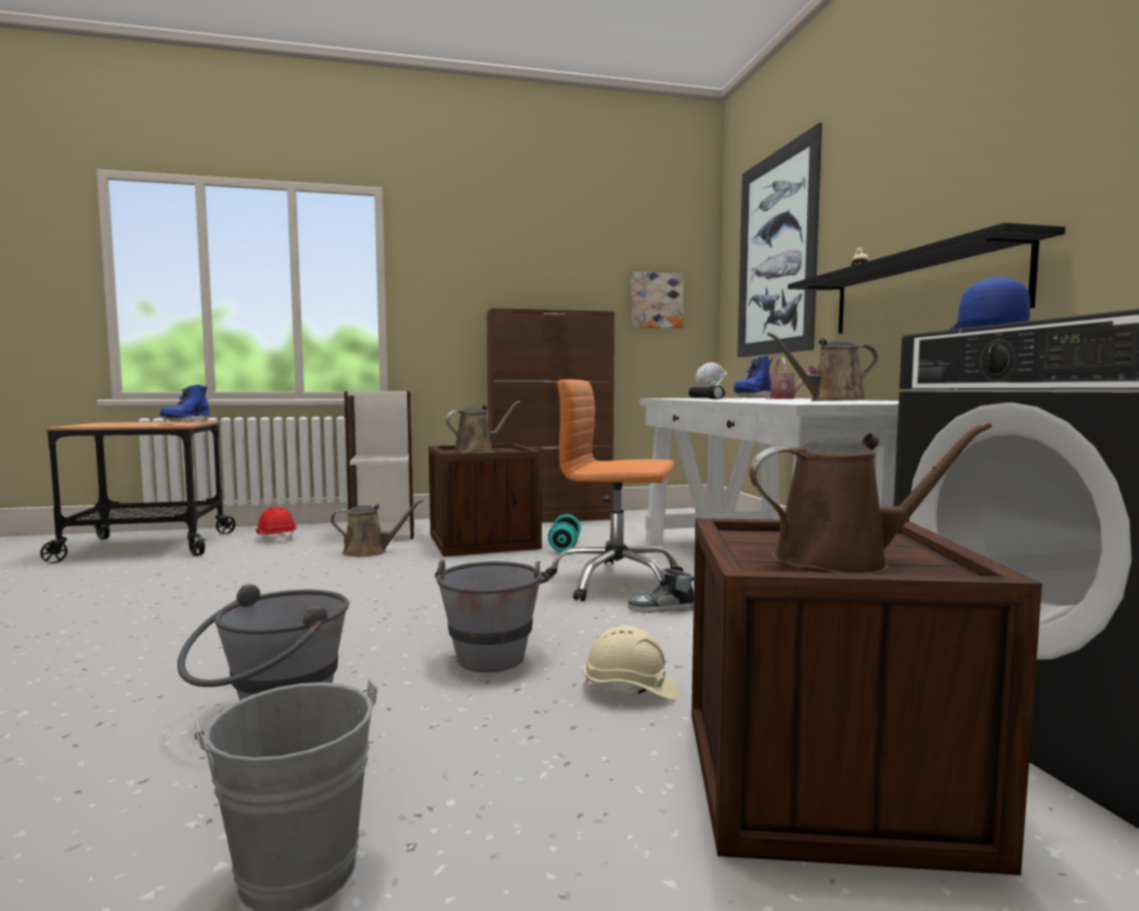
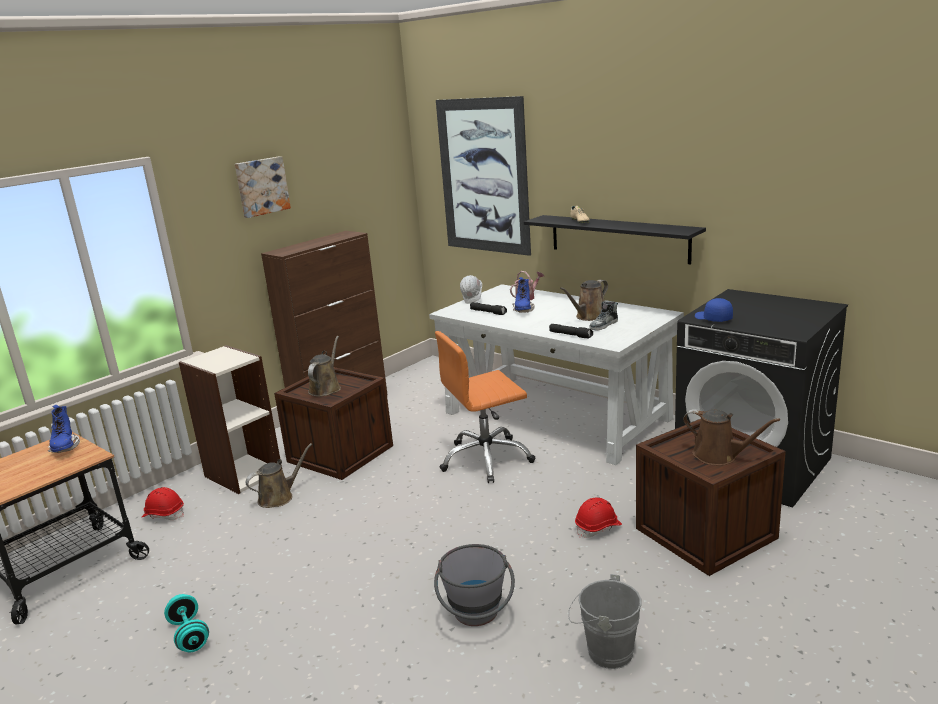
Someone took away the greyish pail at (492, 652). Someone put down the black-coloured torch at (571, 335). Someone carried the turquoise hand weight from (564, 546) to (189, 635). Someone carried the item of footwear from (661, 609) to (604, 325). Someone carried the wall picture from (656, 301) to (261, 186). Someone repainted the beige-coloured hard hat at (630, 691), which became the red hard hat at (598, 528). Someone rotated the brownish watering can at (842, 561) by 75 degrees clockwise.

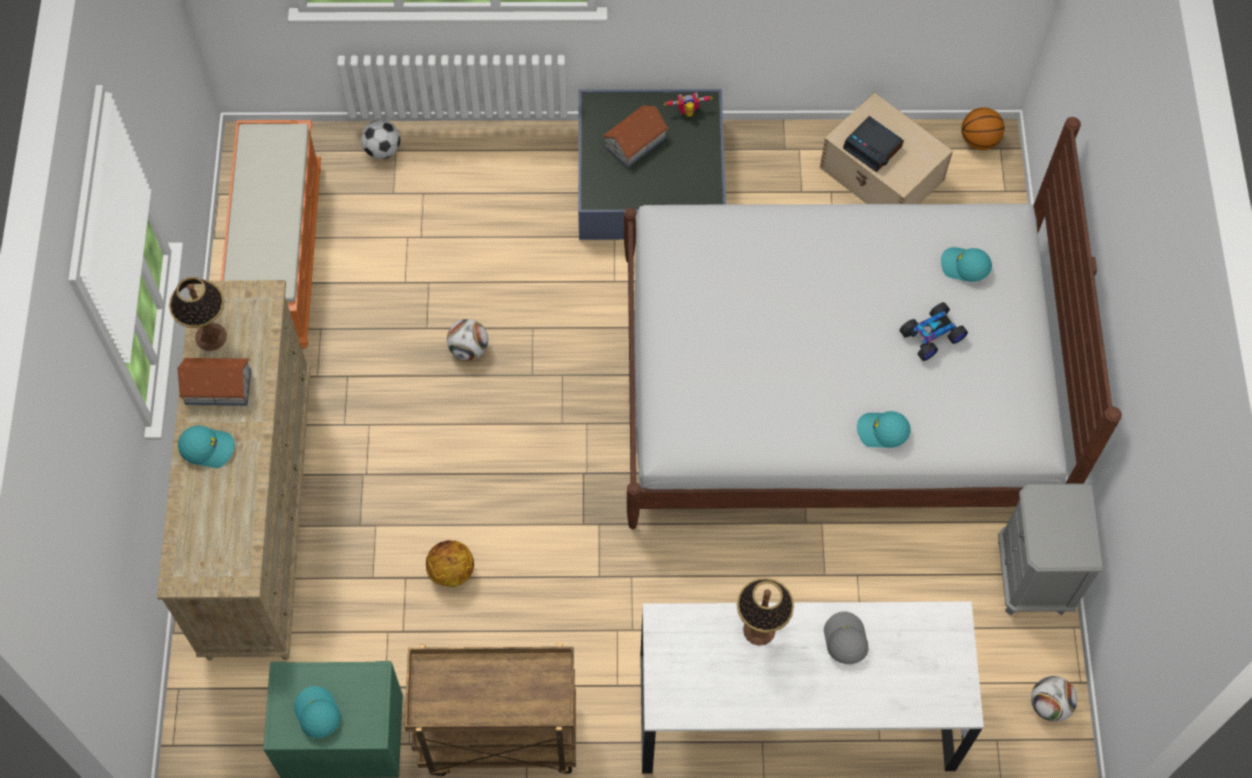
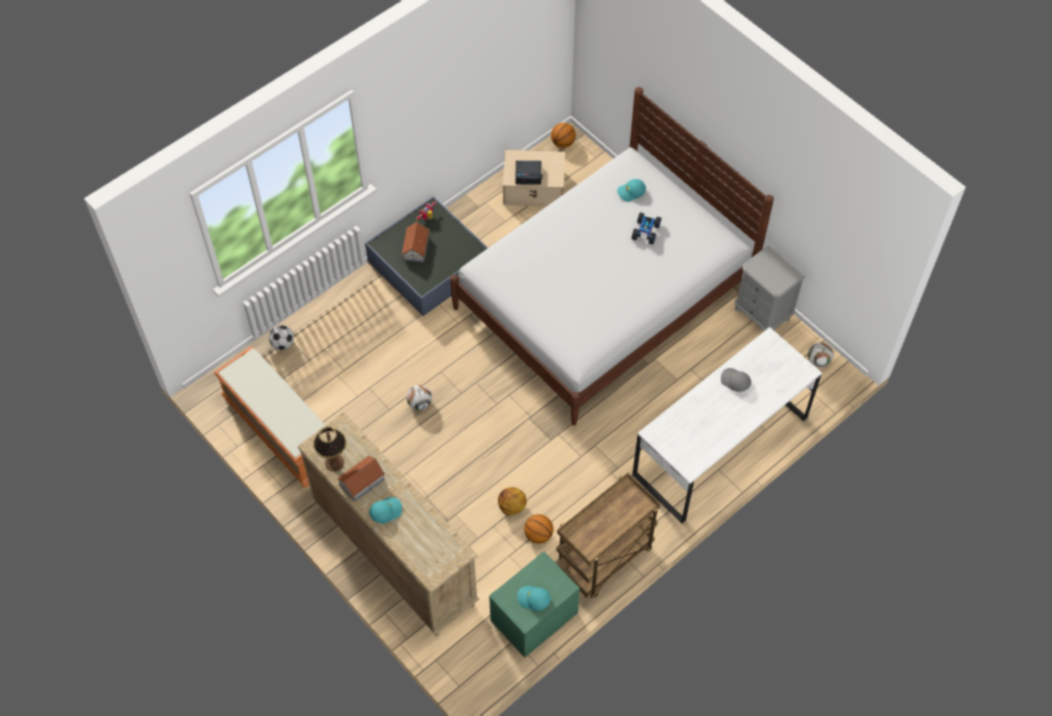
Someone took away the table lamp at (759, 629). Someone took away the turquoise baseball cap at (882, 432). Someone put down the basketball ball at (538, 534).

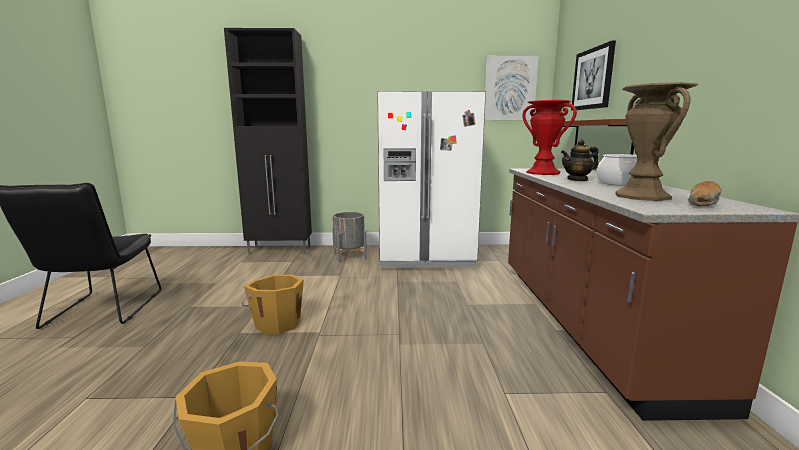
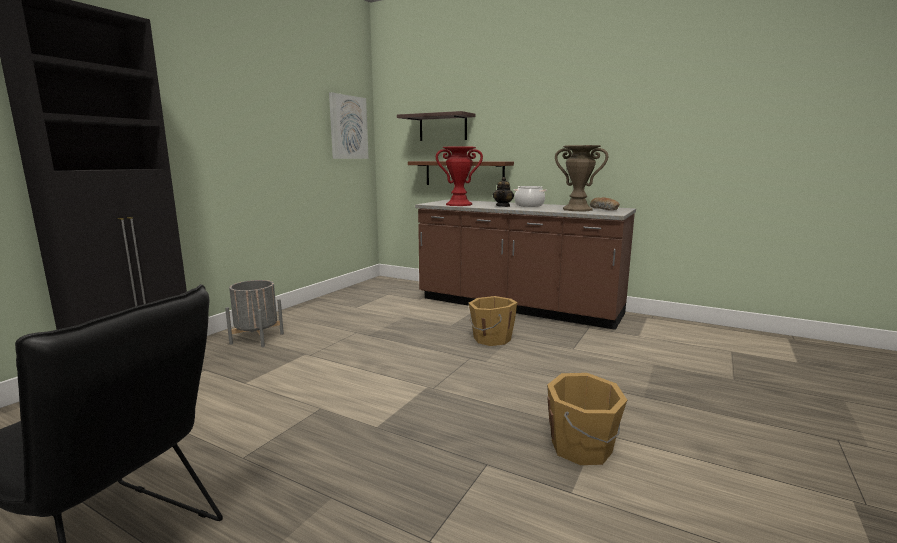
Someone took away the white-coloured refrigerator at (425, 256). Someone carried the orangey pail from (277, 323) to (491, 339). Someone swapped the wall picture at (593, 79) for the shelf at (443, 127).

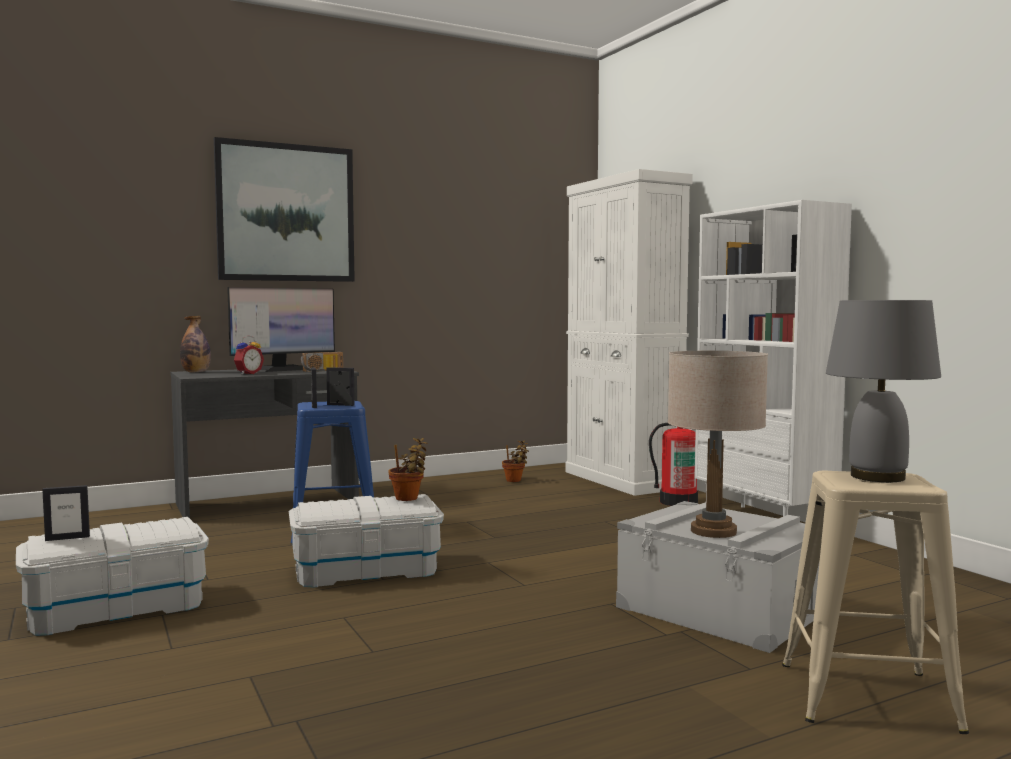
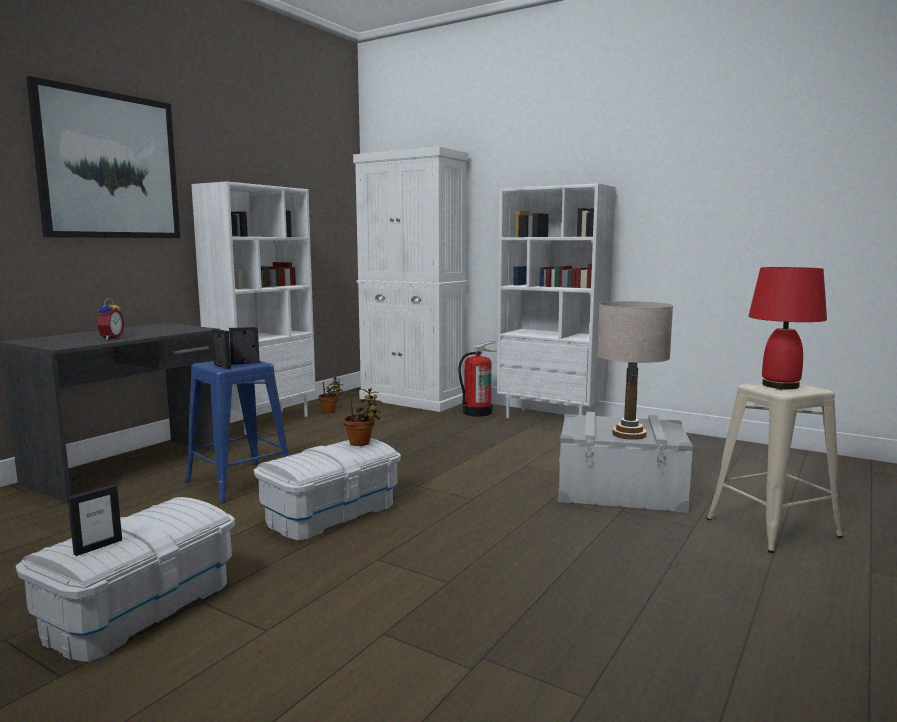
Someone took away the beverage bottle at (196, 372). Someone took away the monitor at (283, 369). Someone took away the radio receiver at (323, 371). Someone put down the white-coloured shelving unit at (264, 421). Someone repainted the greyish table lamp at (876, 477), which became the red table lamp at (779, 385).

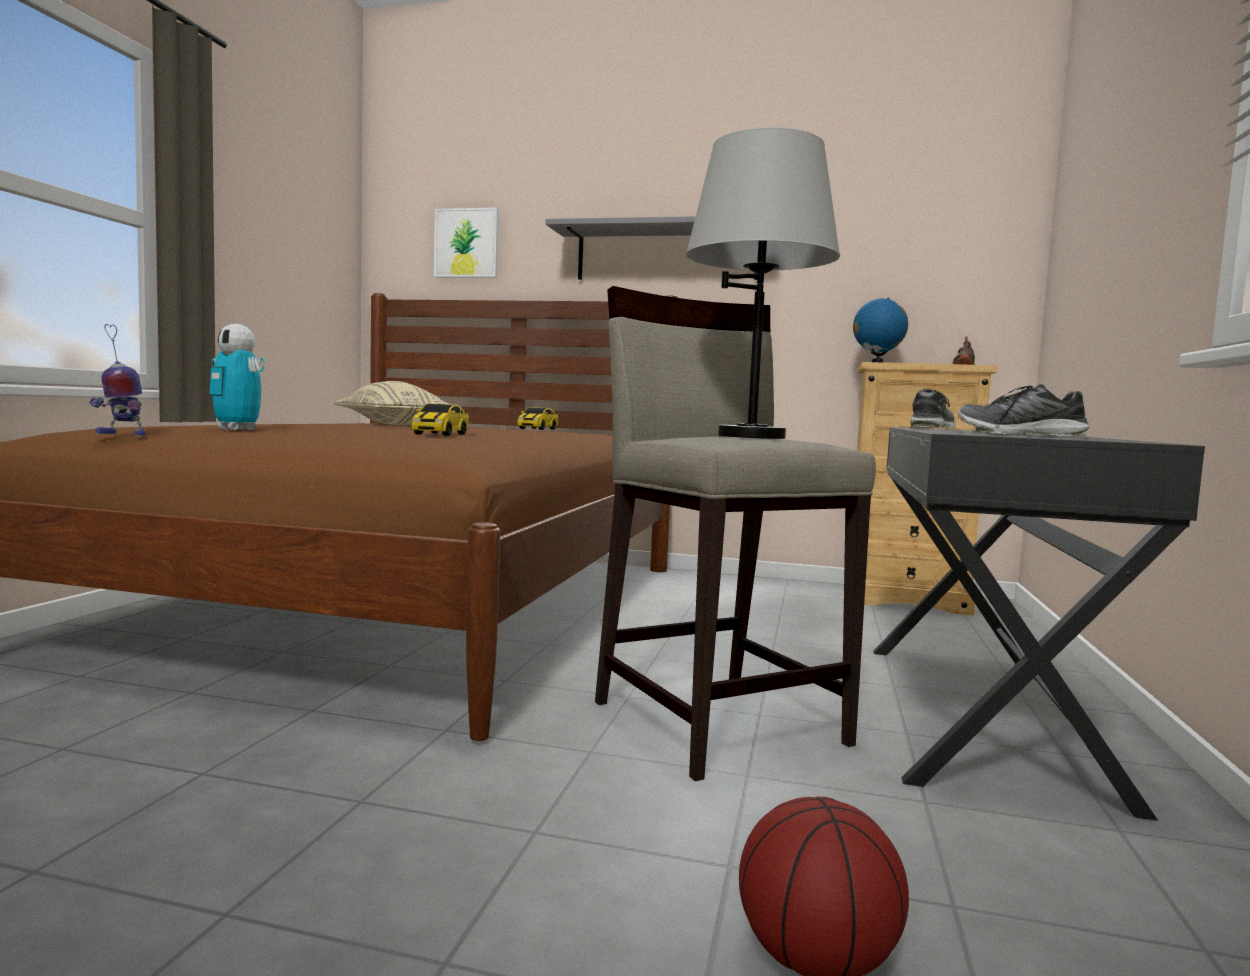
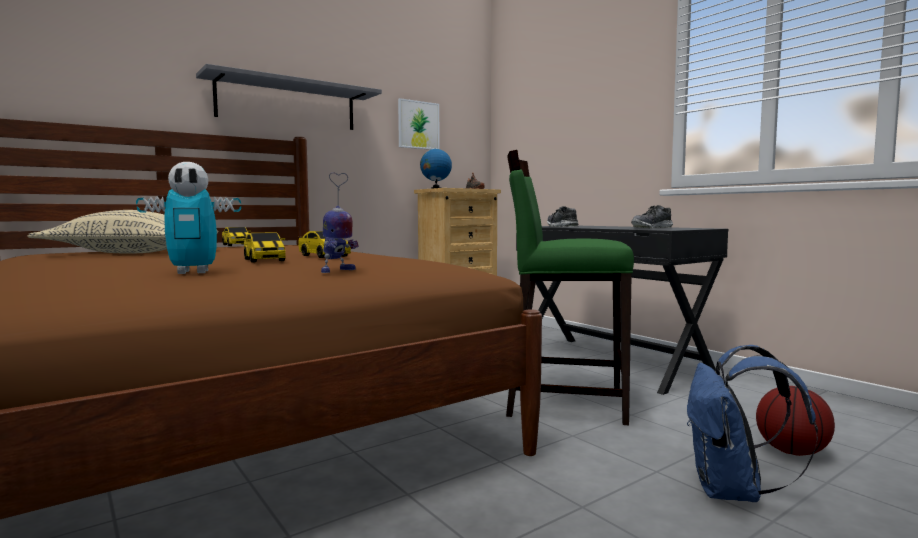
Someone took away the greyish table lamp at (751, 437). Someone put down the toy car at (264, 260). Someone put down the blue backpack at (732, 491). Someone carried the toy robot from (121, 434) to (337, 271). Someone carried the wall picture from (466, 243) to (418, 125). Someone repainted the beige-coloured stool at (718, 721), which became the green-coloured stool at (564, 401).

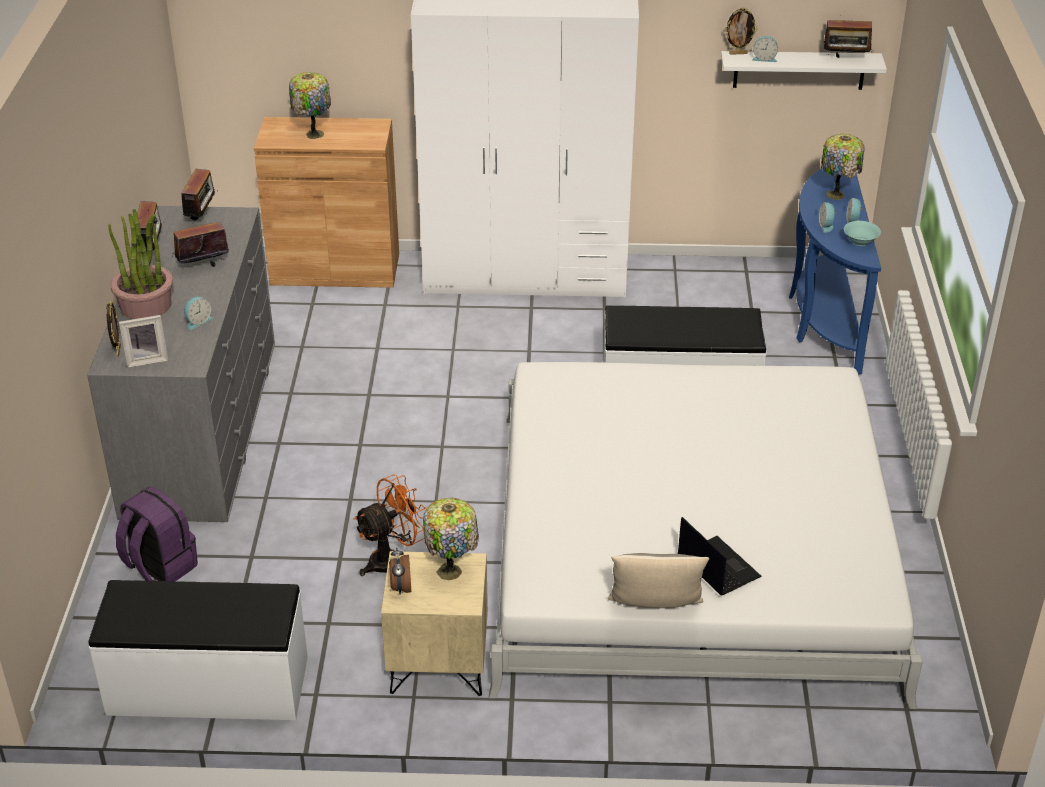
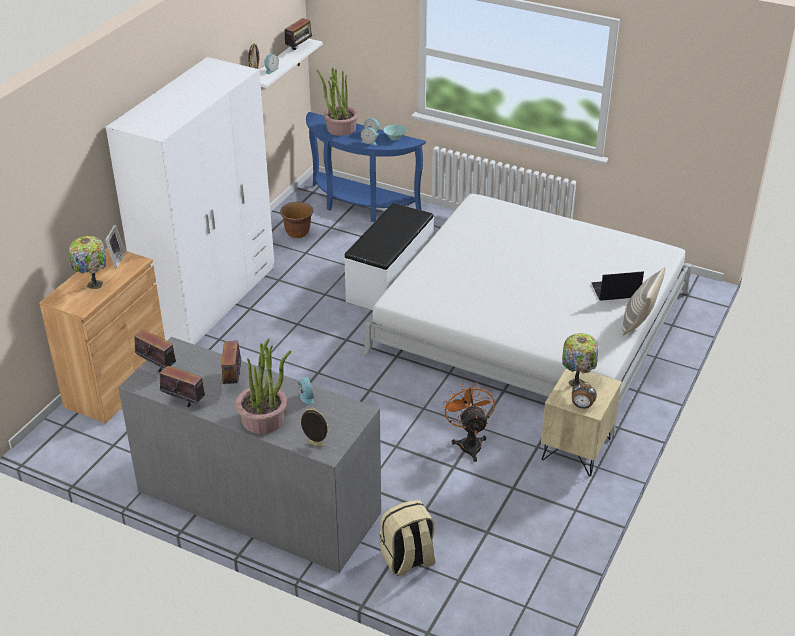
Someone took away the white-coloured indoor bench at (208, 687). Someone put down the brownish flower pot at (297, 233). Someone carried the photo frame from (147, 359) to (115, 260). Someone swapped the table lamp at (836, 195) for the plant in a pot at (341, 128). Someone repainted the purple backpack at (159, 567), which became the beige-coloured backpack at (408, 560).

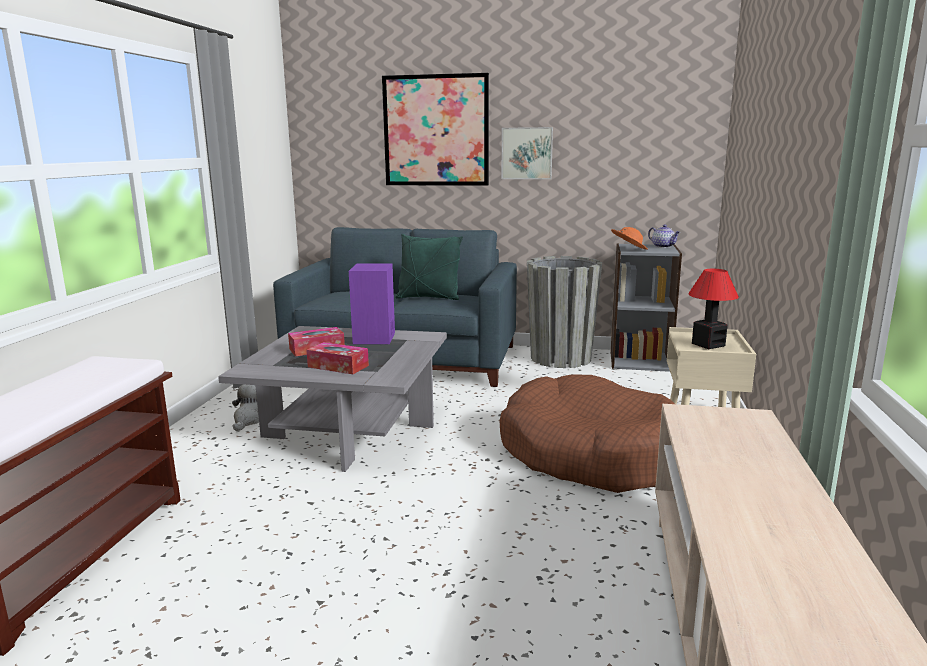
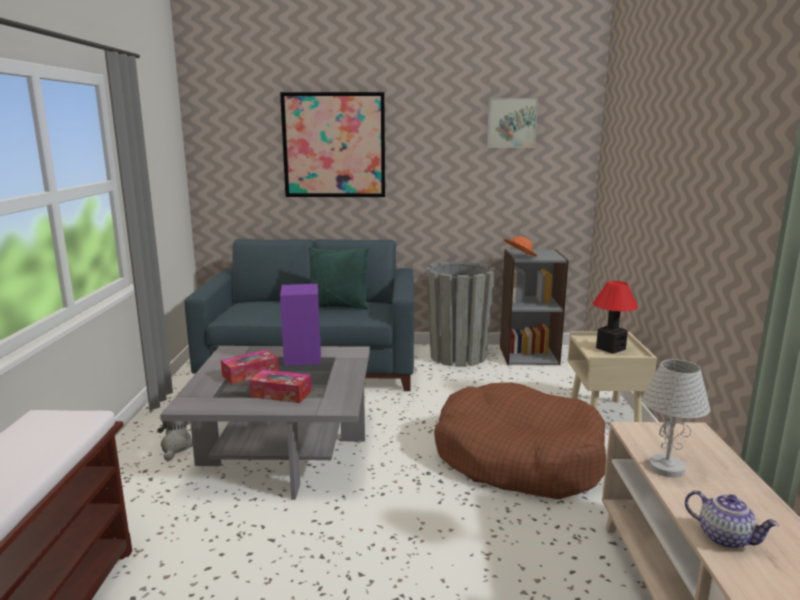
Someone put down the white-coloured table lamp at (666, 468). Someone carried the wall picture from (527, 153) to (511, 123). Someone carried the pot for tea from (663, 246) to (726, 538).

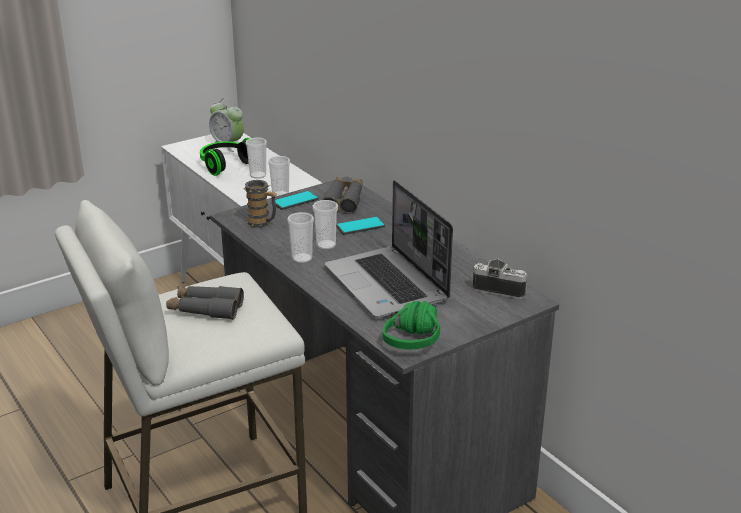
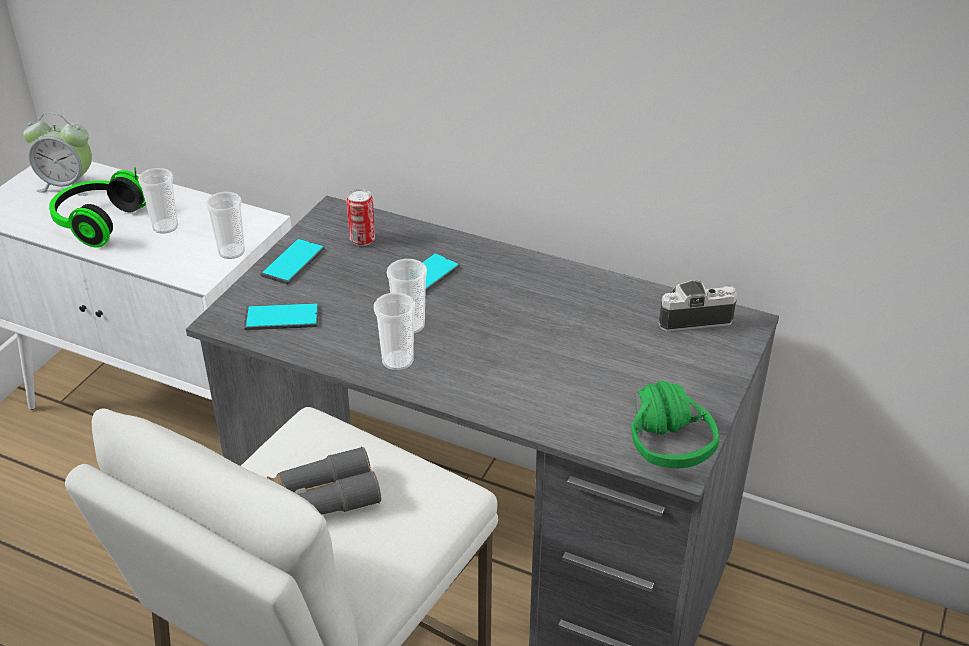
Someone took away the portable computer at (388, 285). Someone swapped the tea mug at (262, 223) for the telephone at (281, 318). Someone swapped the greyish pair of binoculars at (344, 201) for the can at (362, 239).

